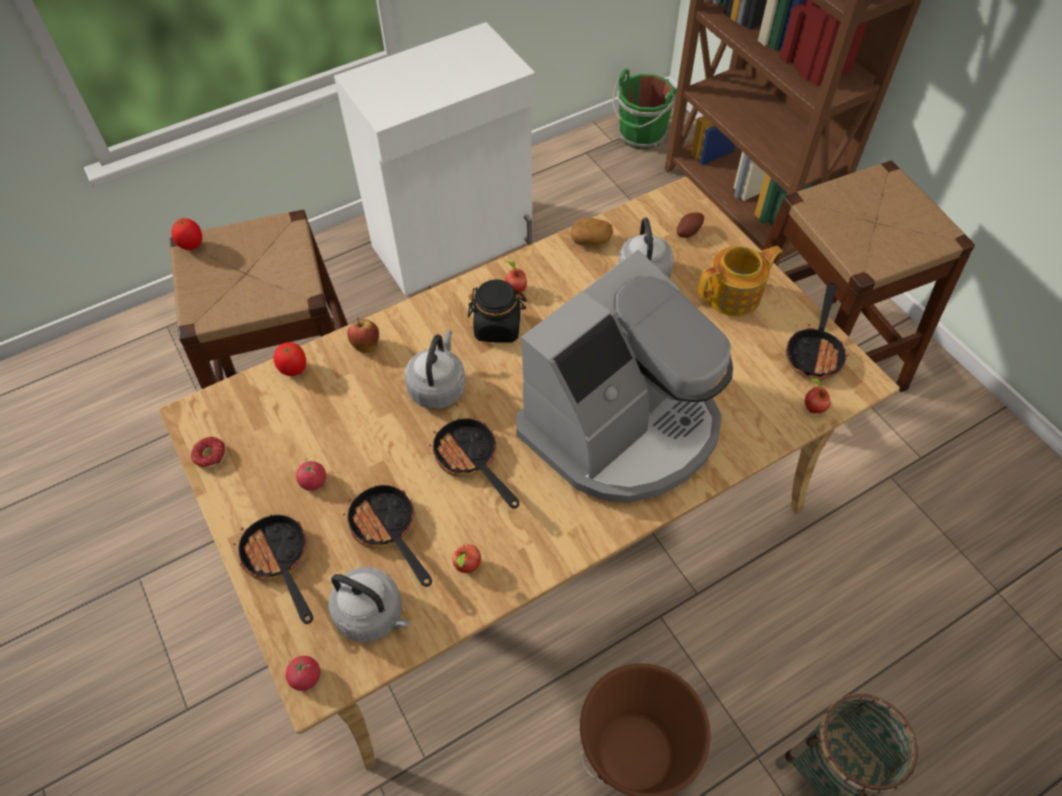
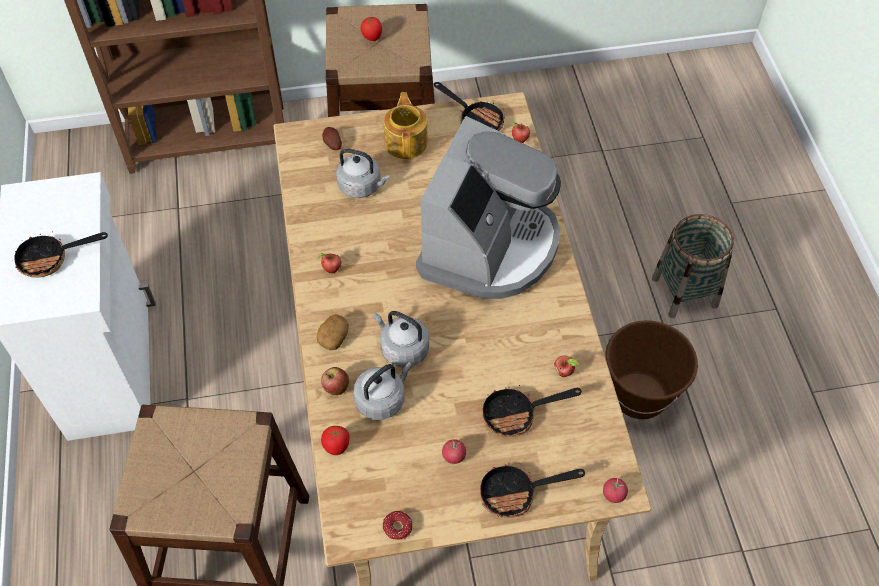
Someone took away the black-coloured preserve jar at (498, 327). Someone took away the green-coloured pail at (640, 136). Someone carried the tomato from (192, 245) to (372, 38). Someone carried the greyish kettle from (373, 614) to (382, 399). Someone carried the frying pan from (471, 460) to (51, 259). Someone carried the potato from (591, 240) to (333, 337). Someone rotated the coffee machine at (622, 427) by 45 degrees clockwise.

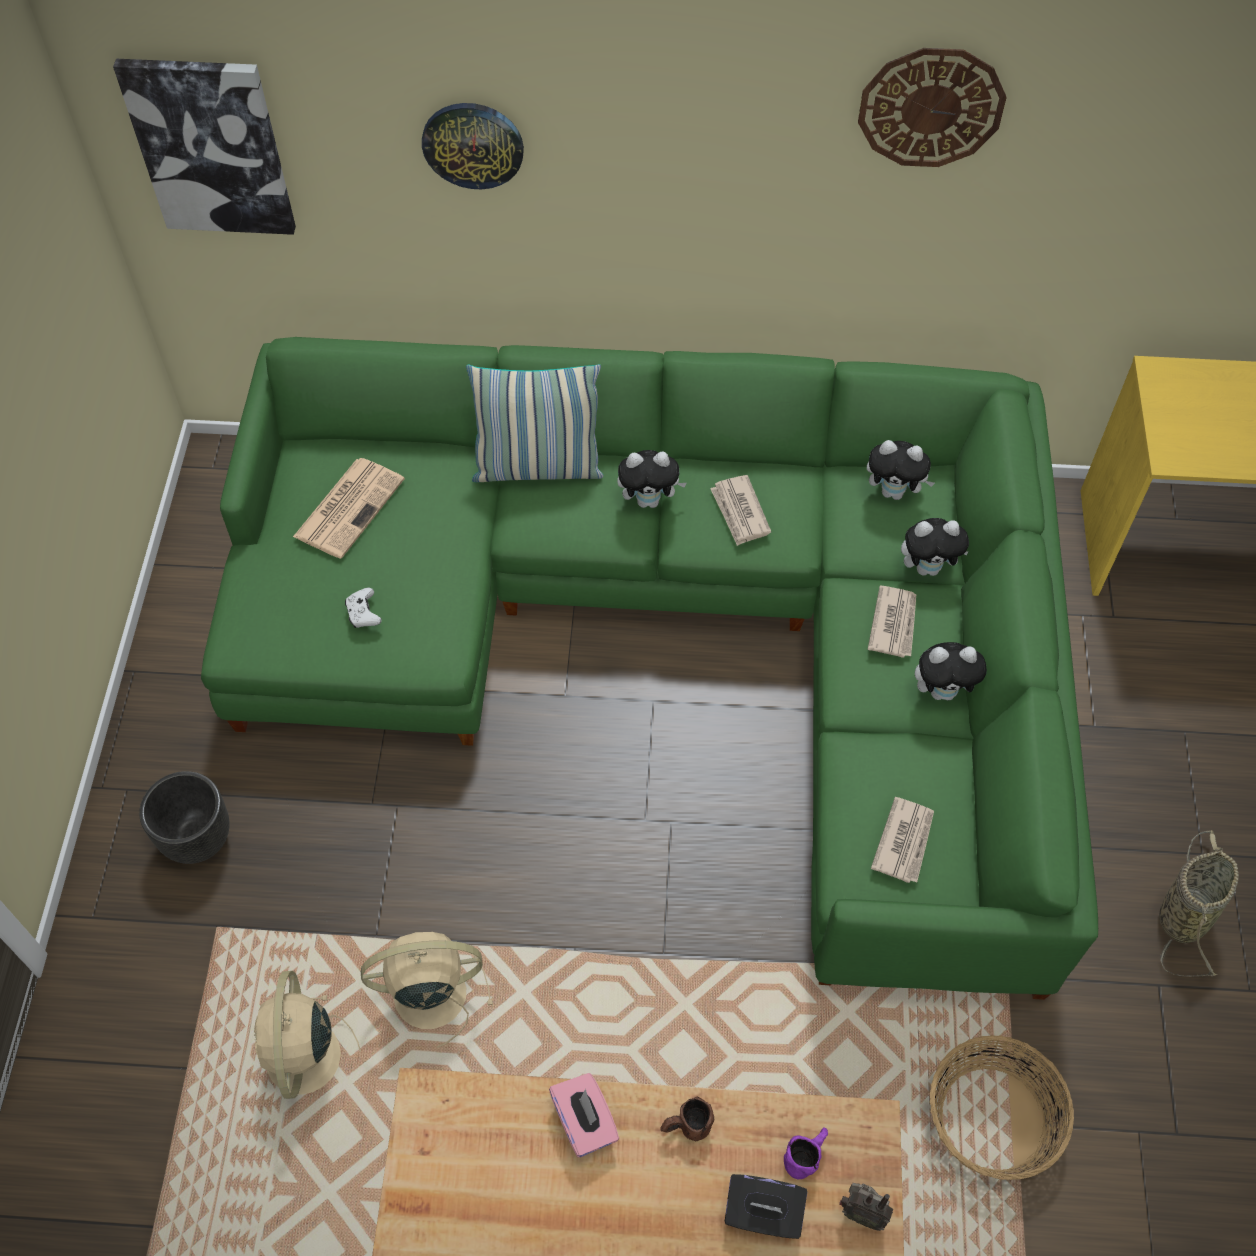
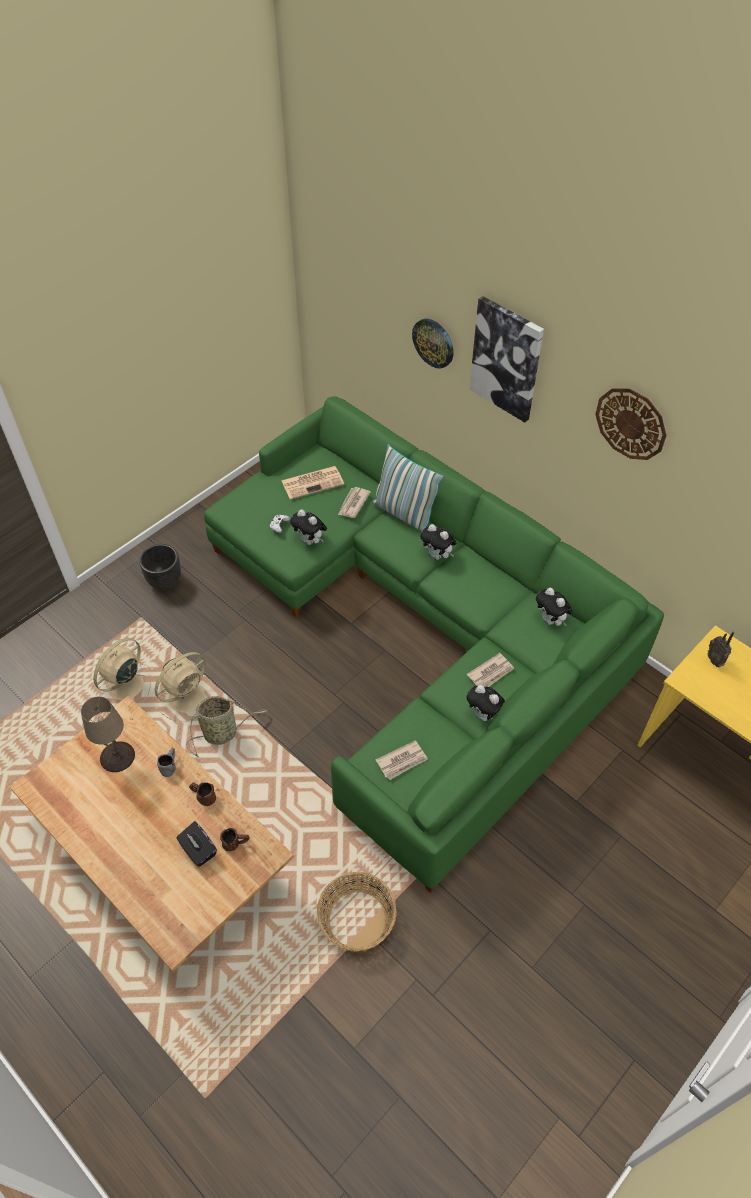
Someone put down the beige-coloured table lamp at (118, 757). Someone carried the wall picture from (210, 146) to (506, 359). Someone carried the printed paper from (740, 512) to (353, 504). Someone carried the radio receiver from (861, 1213) to (715, 660). Someone carried the plush toy from (928, 568) to (310, 541). Someone carried the basket from (1184, 913) to (223, 733). Someone swapped the pink-coloured box of tissues at (585, 1122) for the greyish tea mug at (170, 765). Someone repainted the purple tea mug at (806, 1154), which became the brownish tea mug at (236, 843). Someone rotated the beige-coloured electric fan at (426, 995) by 105 degrees clockwise.

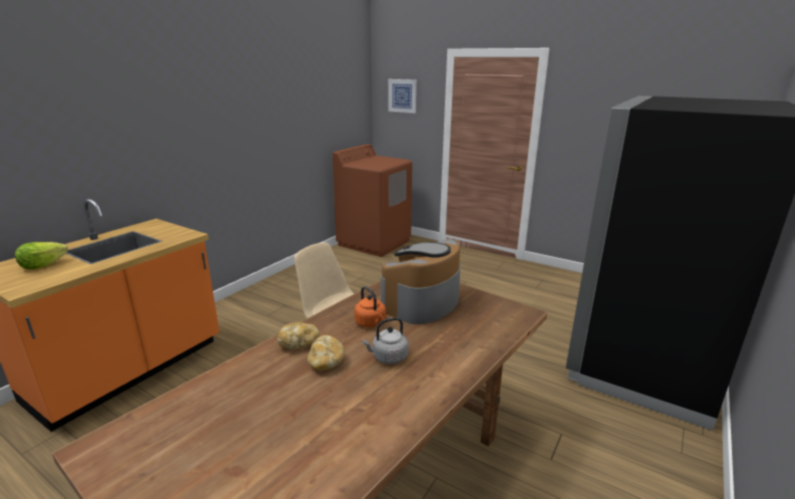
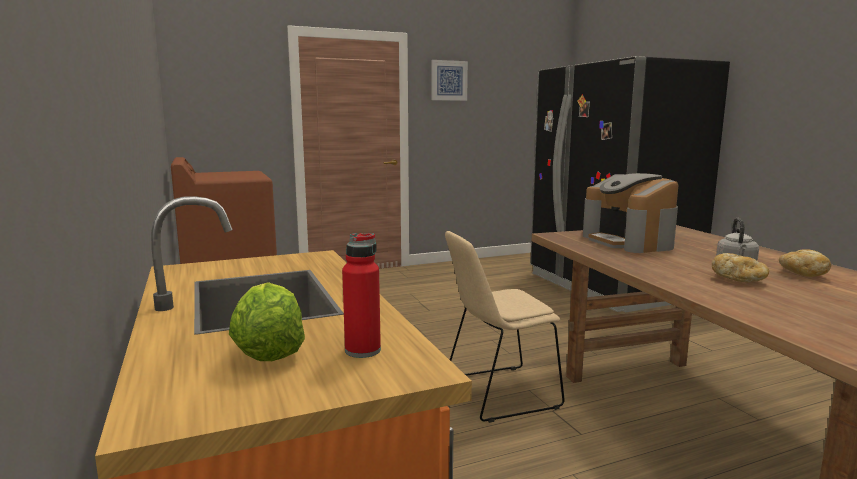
Someone took away the orangey kettle at (371, 323). Someone put down the red beverage bottle at (362, 350). Someone carried the bakery bread from (298, 343) to (802, 274). Someone carried the wall picture from (402, 95) to (449, 80).

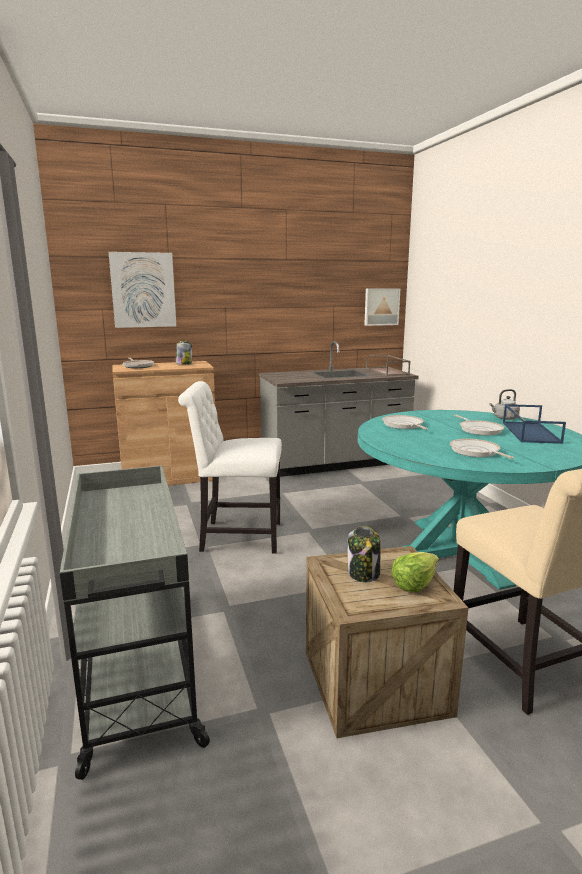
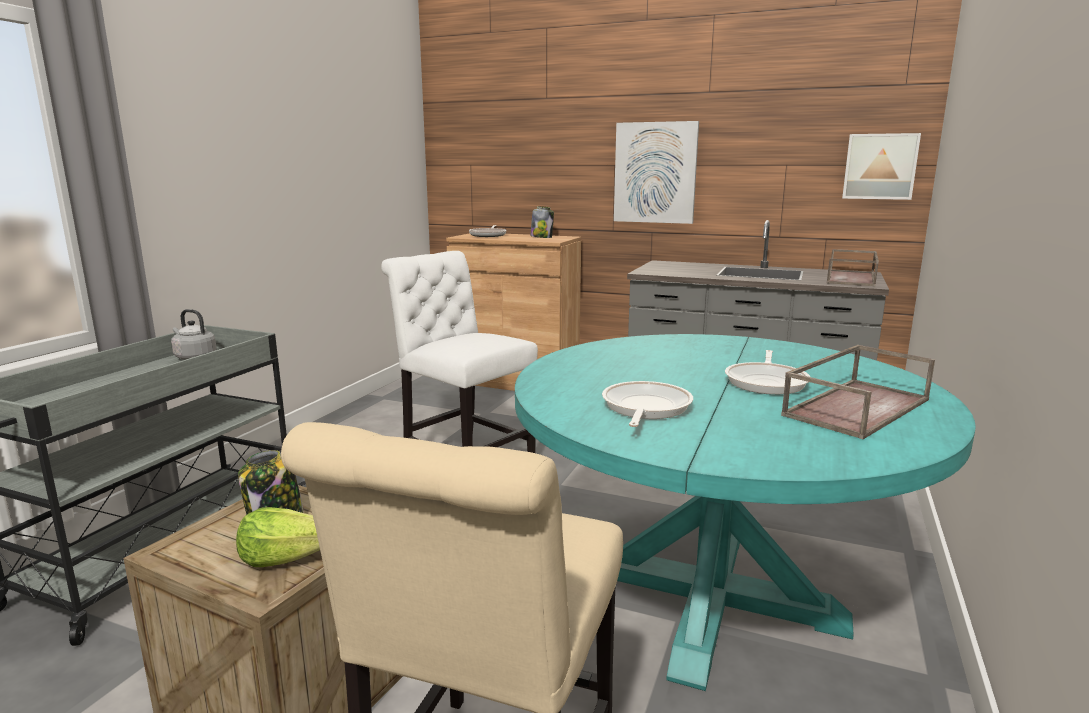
Someone took away the frying pan at (403, 425). Someone carried the wall picture from (143, 290) to (655, 173). Someone carried the greyish kettle from (504, 418) to (194, 357). Someone repainted the blue serving tray at (529, 432), which became the brownish serving tray at (856, 406).

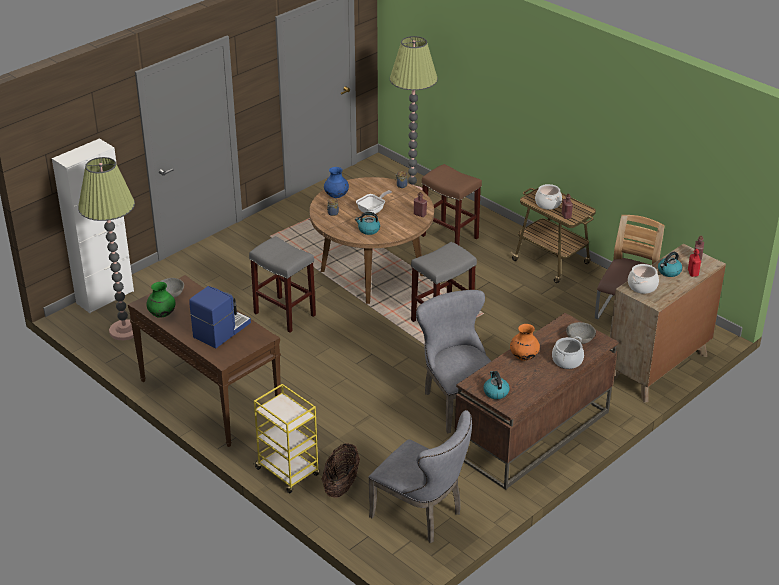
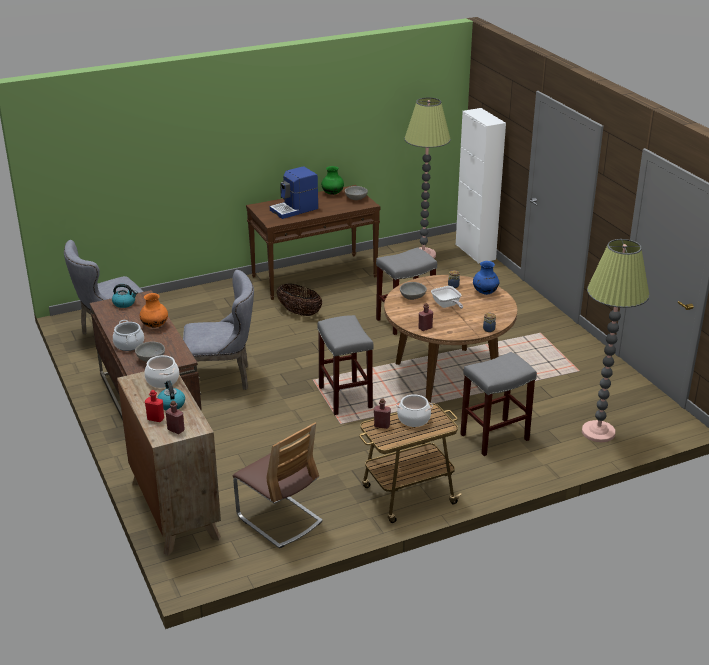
Someone took away the yellow trolley at (288, 472). Someone carried the basket from (341, 485) to (299, 312). Someone swapped the kettle at (368, 230) for the greyish deep dish at (412, 297). Someone repainted the brownish stool at (450, 237), which became the greyish stool at (494, 437). Someone rotated the coffee machine at (221, 330) by 90 degrees clockwise.

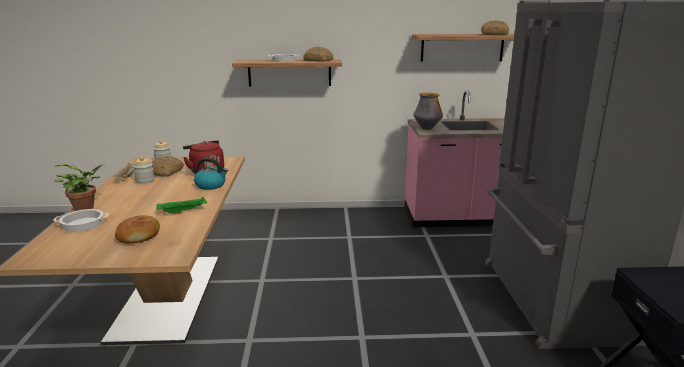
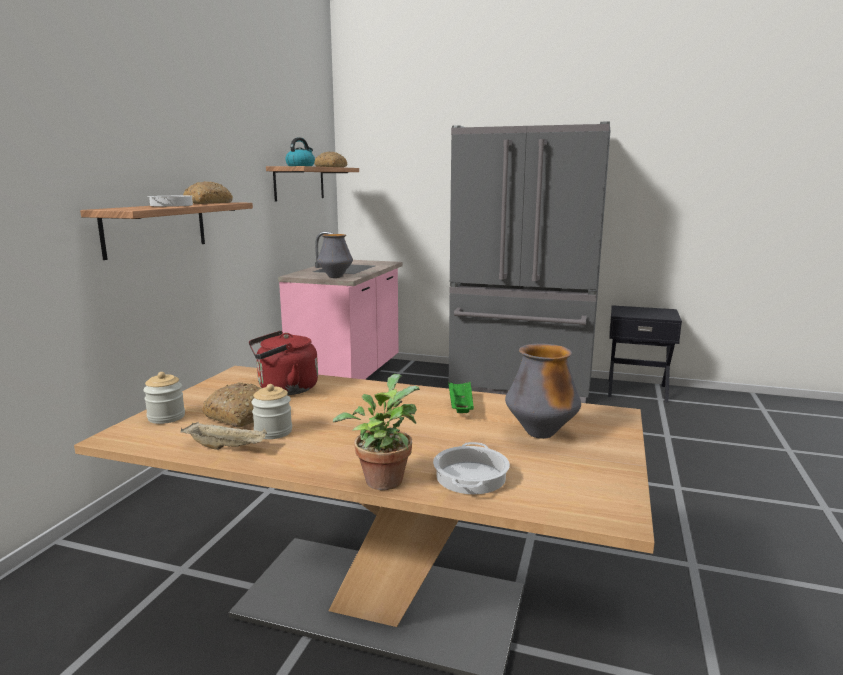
Someone carried the kettle from (211, 185) to (300, 166). Someone swapped the bakery bread at (139, 235) for the decorative vase at (541, 434).

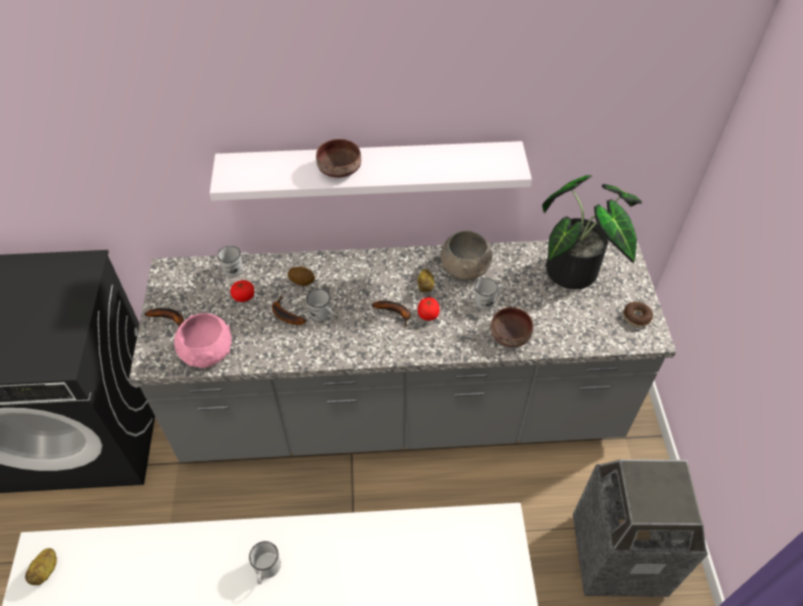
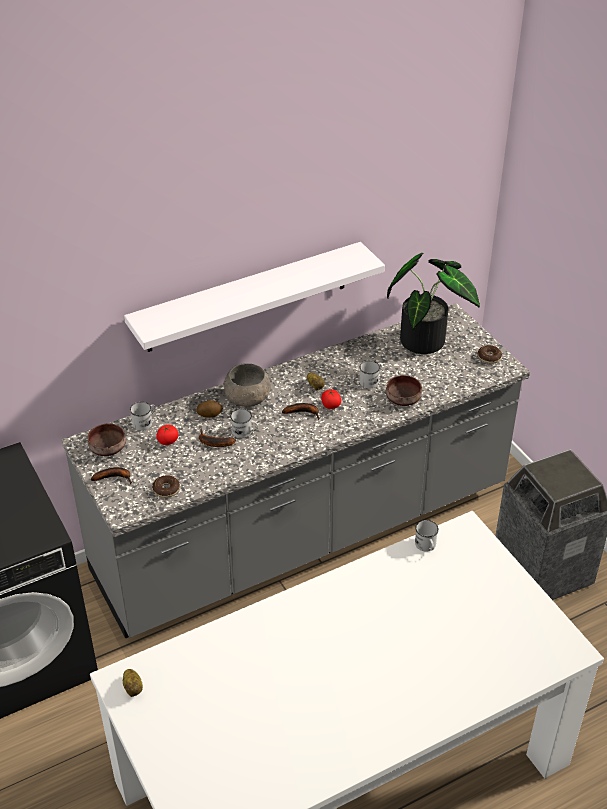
Someone carried the white-coloured tea mug from (266, 570) to (426, 546). Someone carried the brownish deep dish from (340, 168) to (108, 447). Someone carried the greyish deep dish from (465, 269) to (248, 399). Someone swapped the pink-coloured deep dish at (206, 353) for the doughnut at (166, 489).

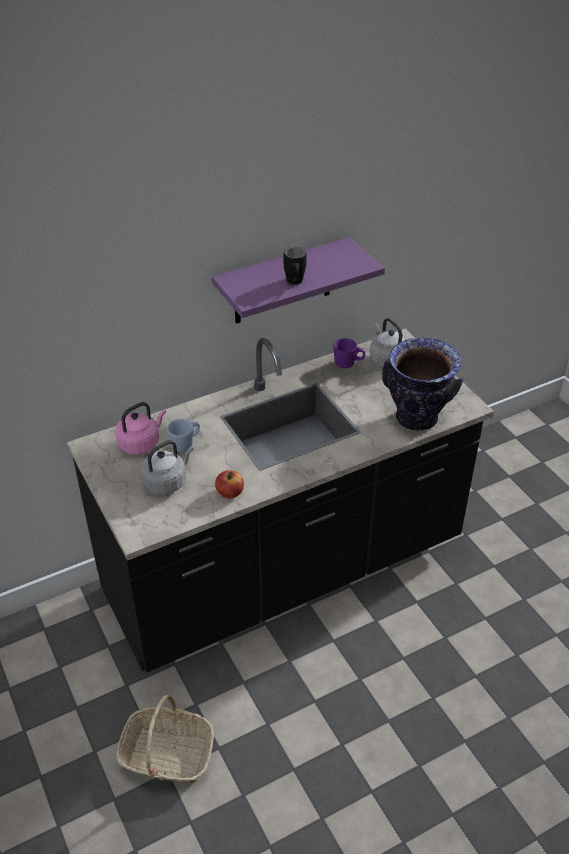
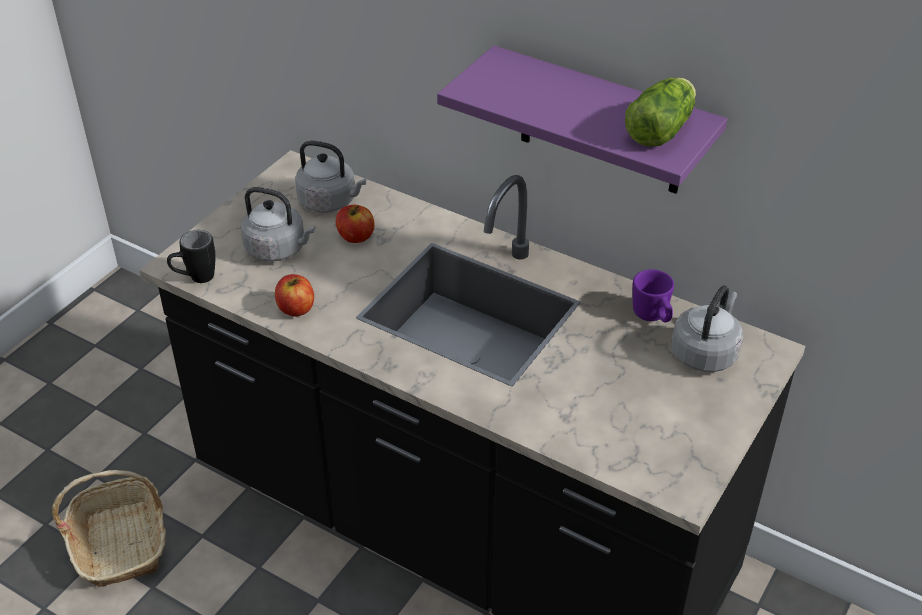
Someone took away the decorative vase at (416, 419). Someone put down the lettuce at (662, 129). Someone carried the black-coloured tea mug from (295, 283) to (195, 279). Someone swapped the blue tea mug at (185, 444) for the whole apple at (356, 236). Someone repainted the pink-coloured kettle at (141, 443), which became the greyish kettle at (330, 202).

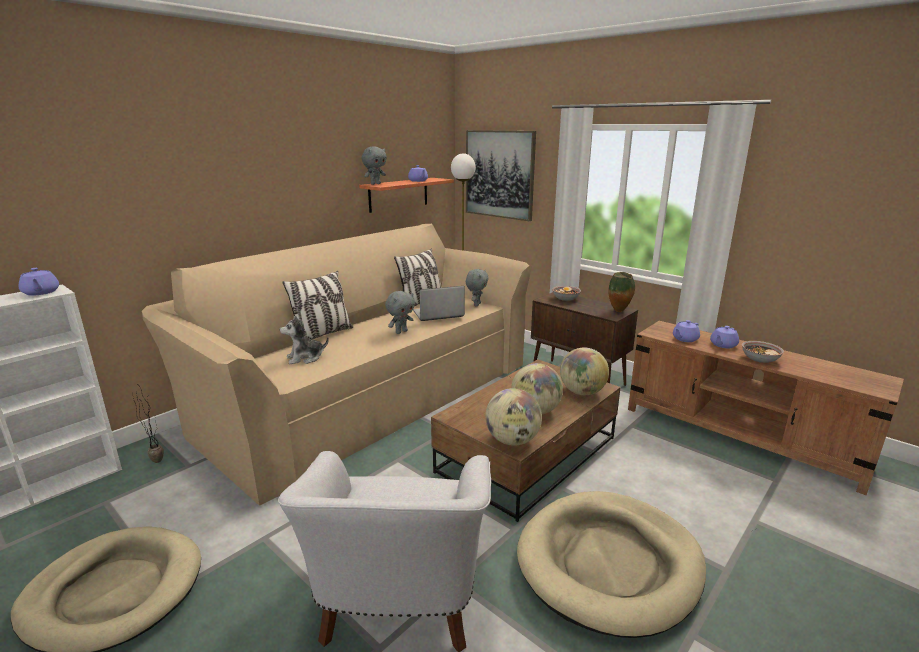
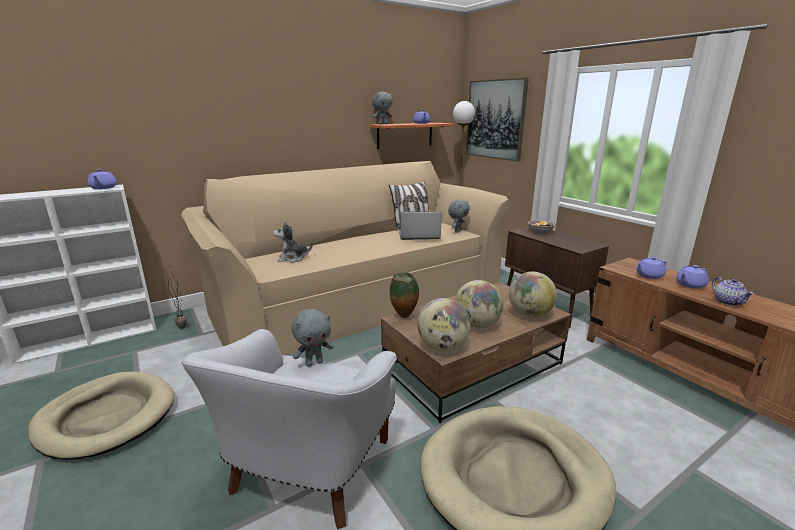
Someone took away the throw pillow at (322, 334). Someone carried the greyish plush toy from (401, 332) to (314, 363). Someone carried the decorative vase from (619, 311) to (404, 317). Someone swapped the deep dish at (760, 359) for the pot for tea at (728, 302).

